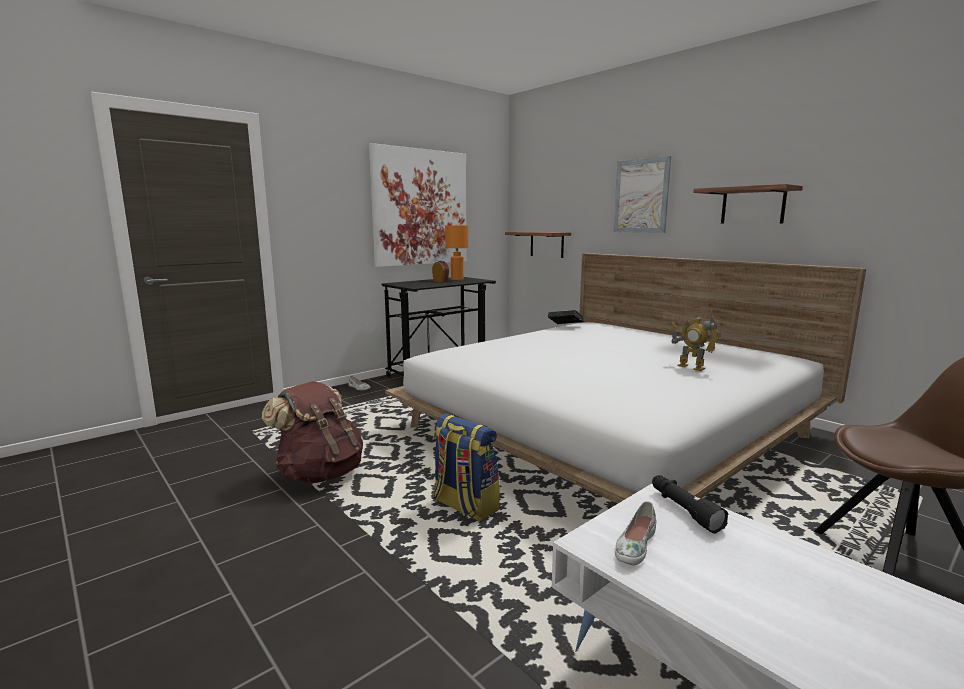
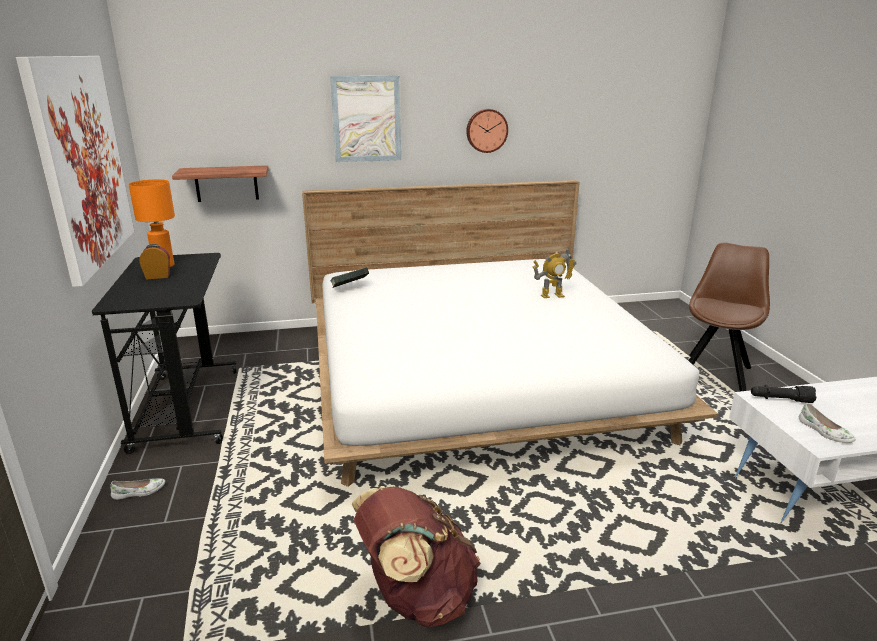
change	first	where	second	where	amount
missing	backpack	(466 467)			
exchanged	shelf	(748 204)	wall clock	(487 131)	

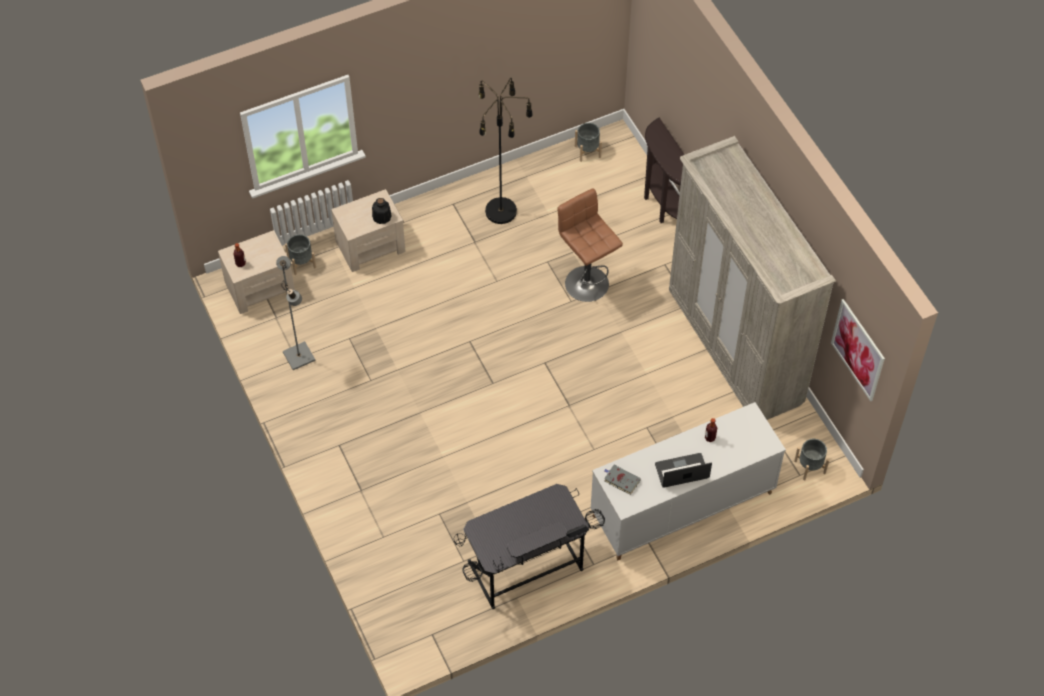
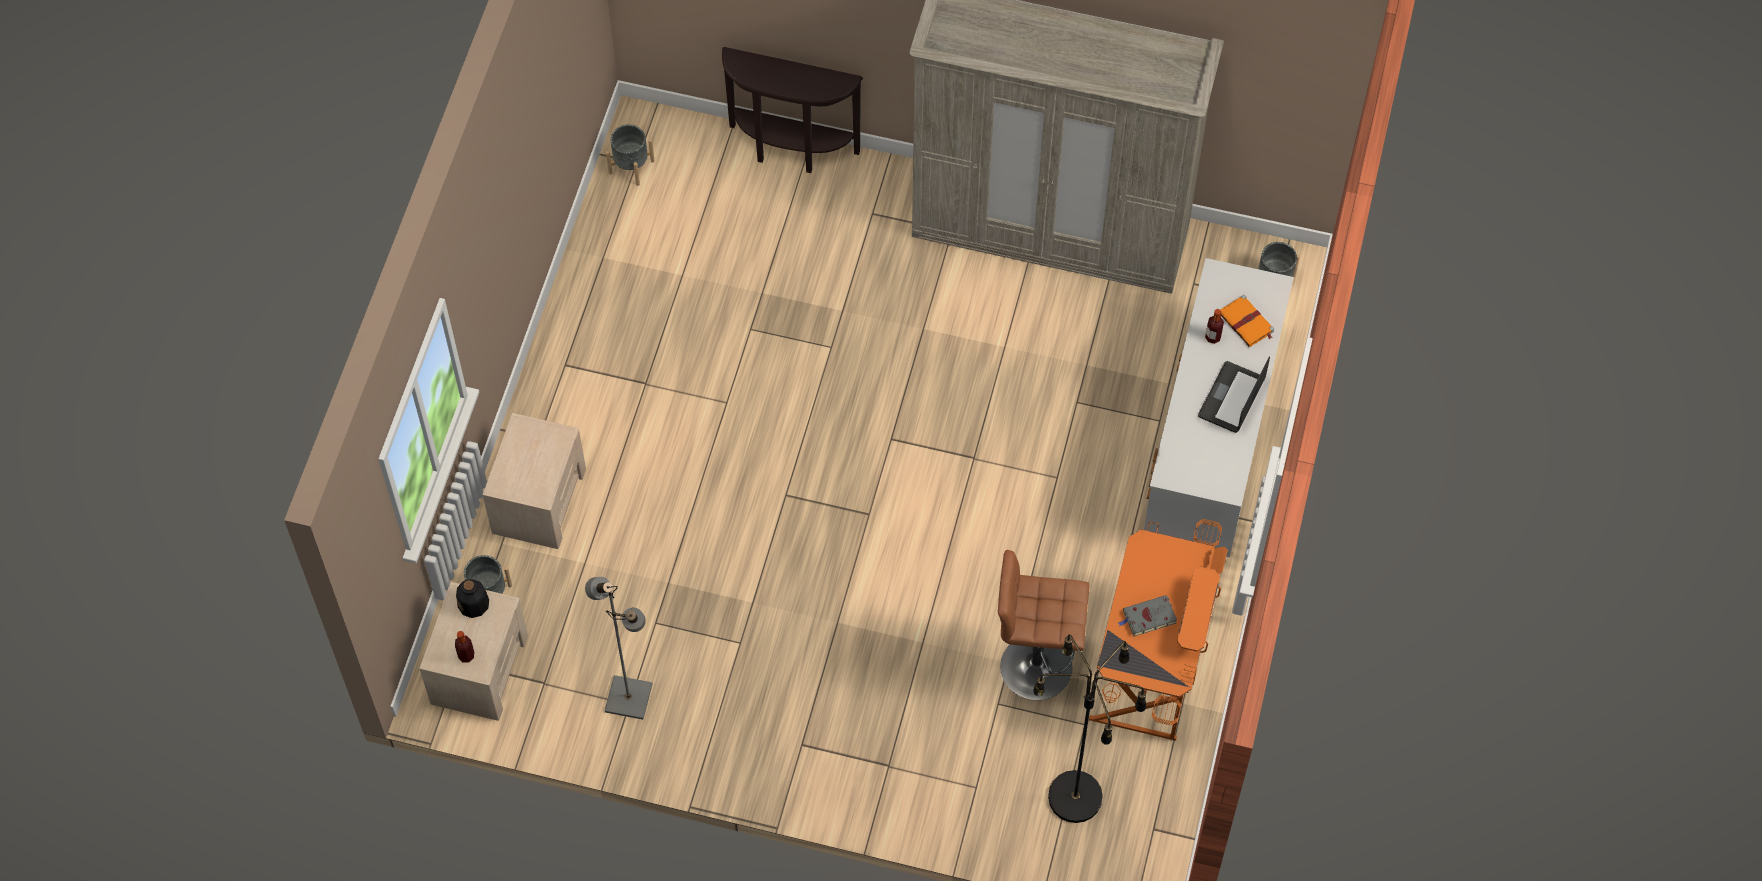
change	first	where	second	where	amount
relocated	bottle	(382 211)		(472 598)	
colour	desk table (black)	(529 546)	desk table (orangey)	(1158 630)	
relocated	standard lamp	(505 151)		(1089 728)	
relocated	stool (brown-coloured)	(590 245)		(1044 625)	
relocated	book (gray)	(622 480)		(1147 615)	
missing	wall picture	(858 350)			
appeared			book (orangey)	(1247 321)	

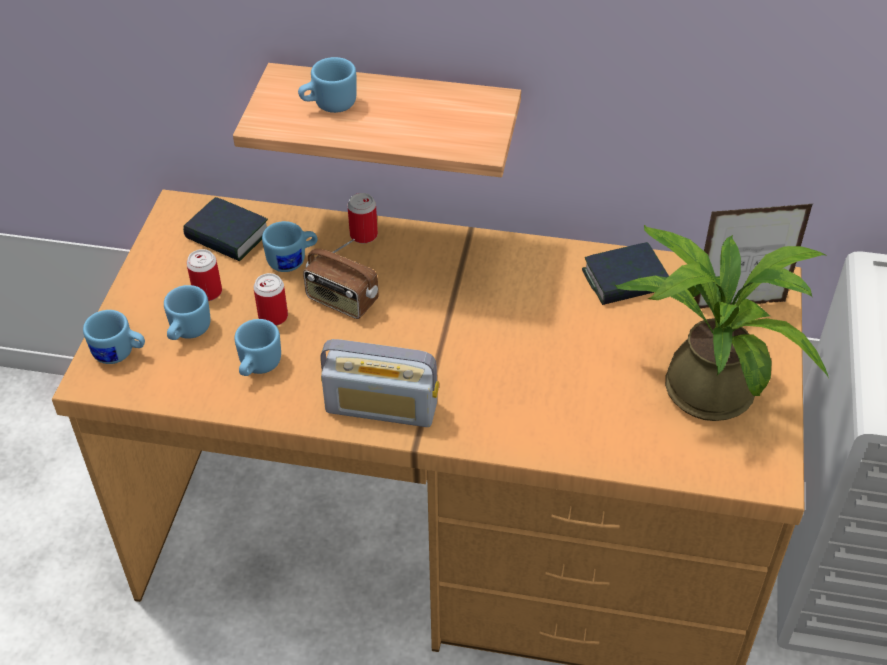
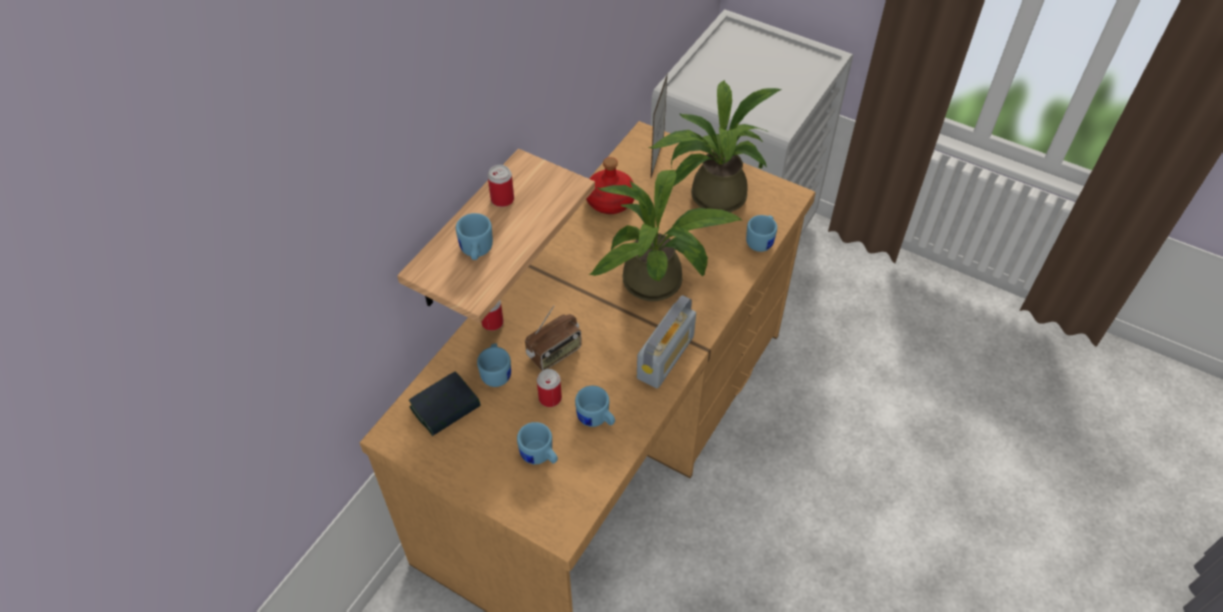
change	first	where	second	where	amount
relocated	coffee mug (blue)	(114 337)		(761 233)	
relocated	metal can	(204 275)		(501 186)	
exchanged	book	(625 273)	bottle (red-coloured)	(610 185)	
appeared			potted plant	(666 235)	

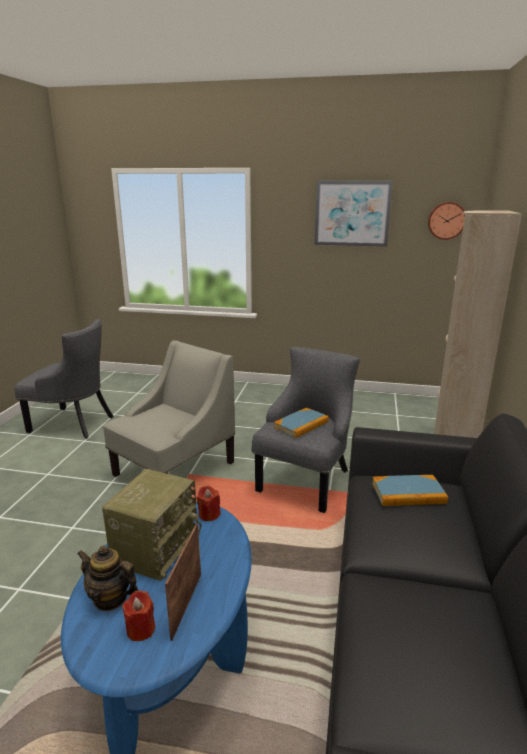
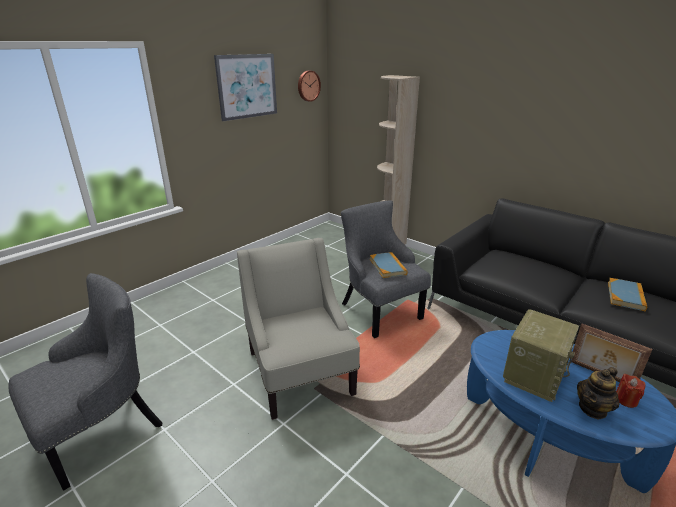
change	first	where	second	where	amount
spun	radio	(152 525)		(541 355)	75 degrees clockwise
missing	candle (red-coloured)	(209 503)			
relocated	book	(410 490)		(627 294)	

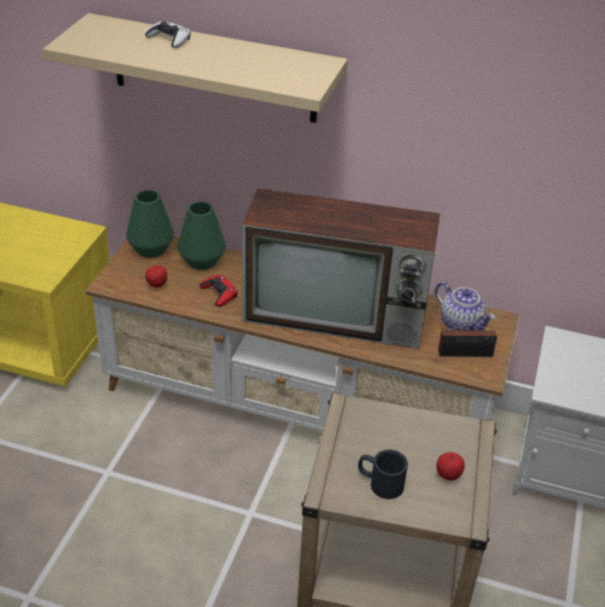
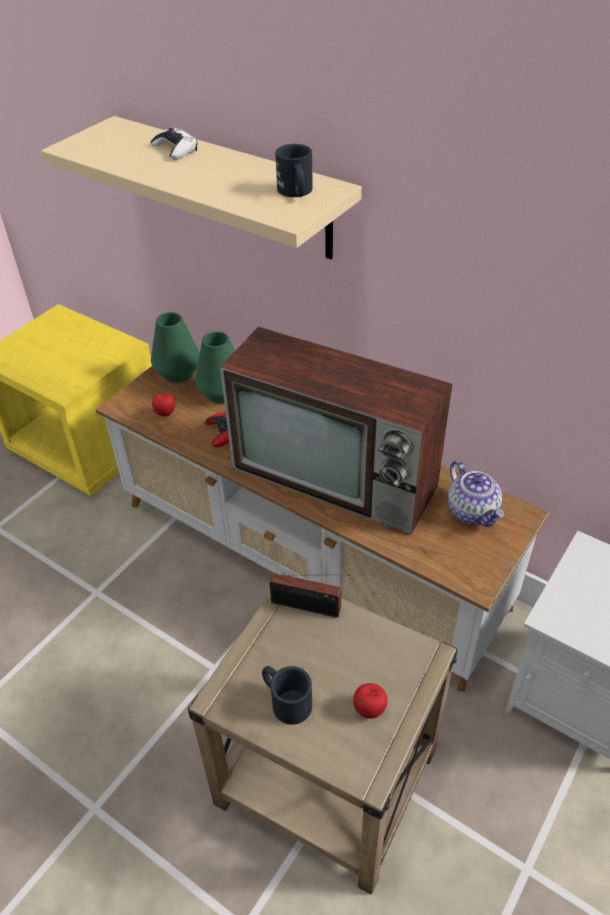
change	first	where	second	where	amount
relocated	radio	(472 336)		(309 595)	
appeared			coffee mug (black)	(294 170)	

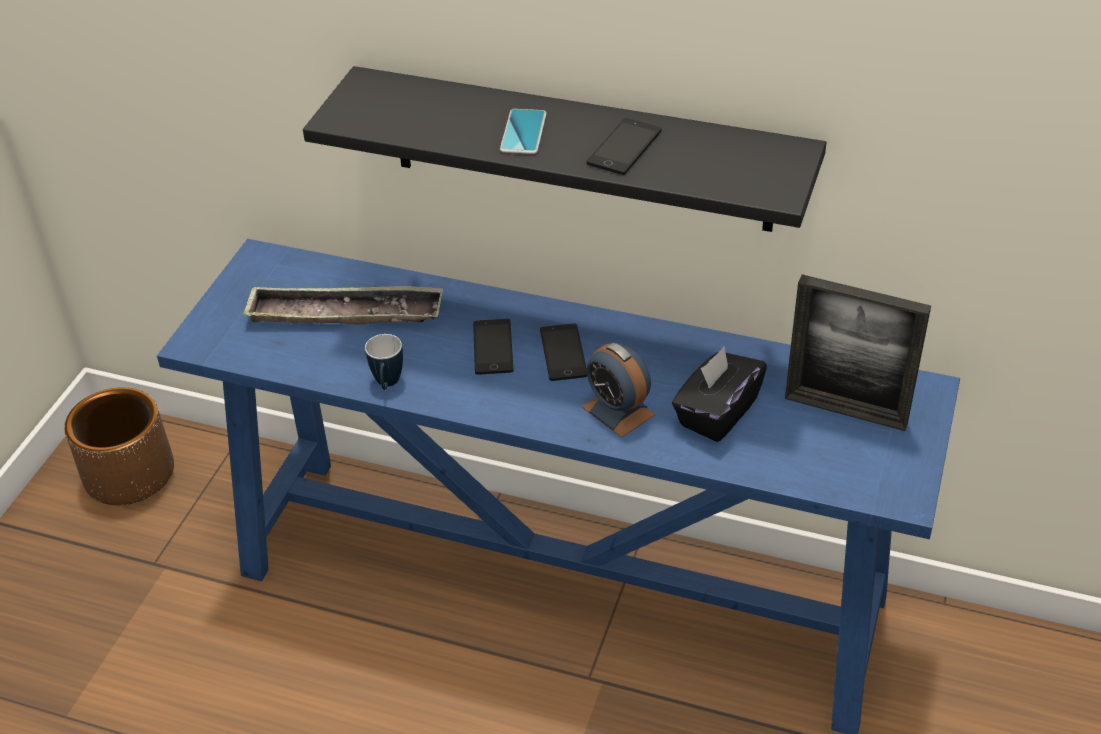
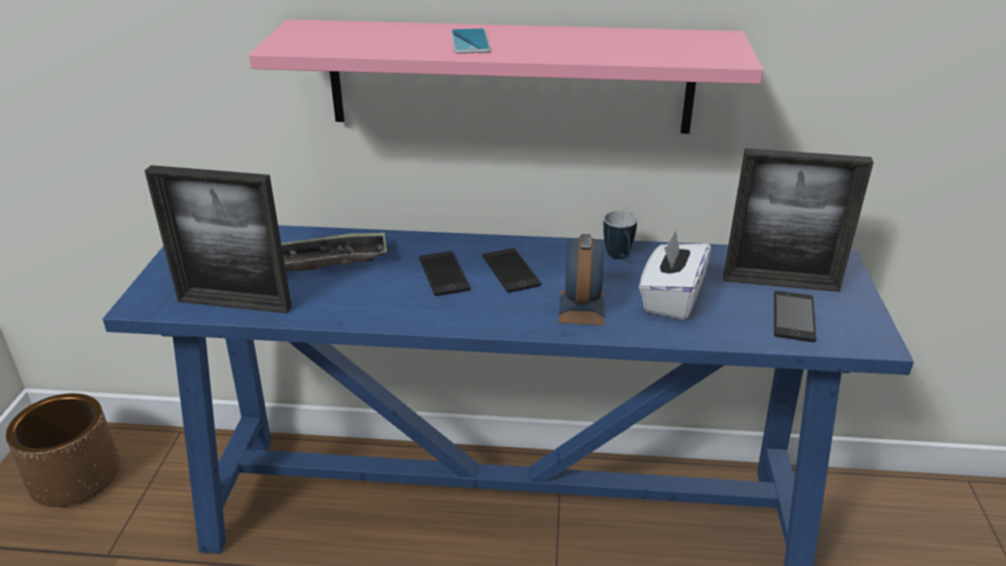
change	first	where	second	where	amount
colour	shelf (black)	(564 149)	shelf (pinkish)	(506 77)	
relocated	coffee mug	(384 362)		(620 235)	
spun	bedside clock	(619 390)		(581 279)	120 degrees counterclockwise
relocated	telephone	(624 146)		(795 316)	
colour	box of tissues (black)	(719 394)	box of tissues (white-coloured)	(675 275)	
appeared			photo frame	(218 239)	

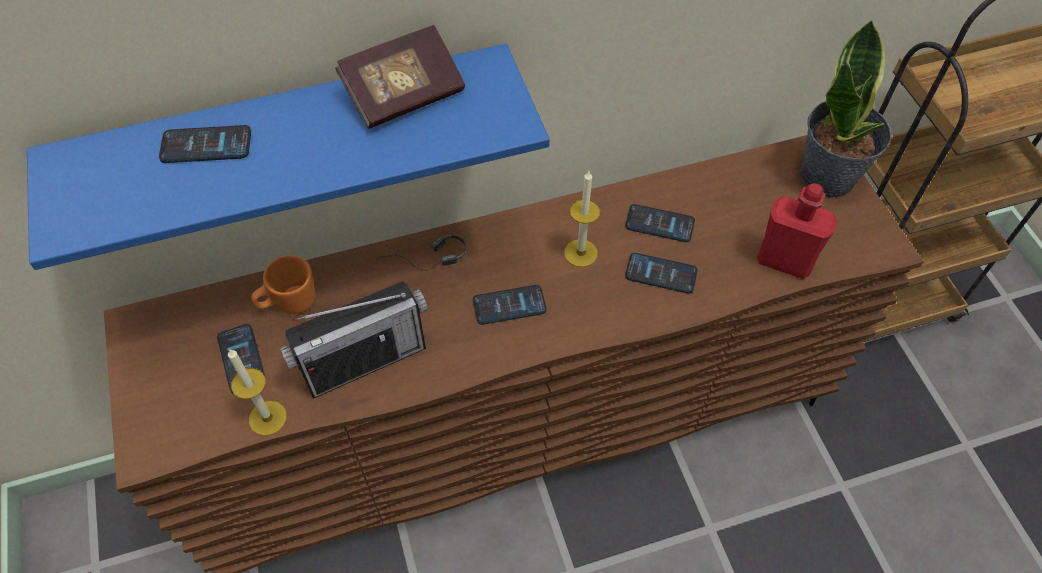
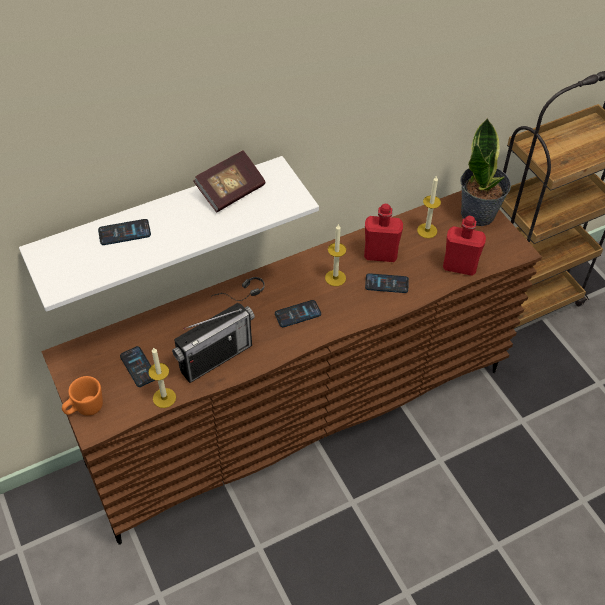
change	first	where	second	where	amount
colour	shelf (blue)	(288 157)	shelf (white-coloured)	(169 234)	
relocated	coffee mug (orangey)	(283 284)		(82 396)	
exchanged	telephone	(660 223)	bottle (red-coloured)	(383 233)	
appeared			candle	(429 206)	

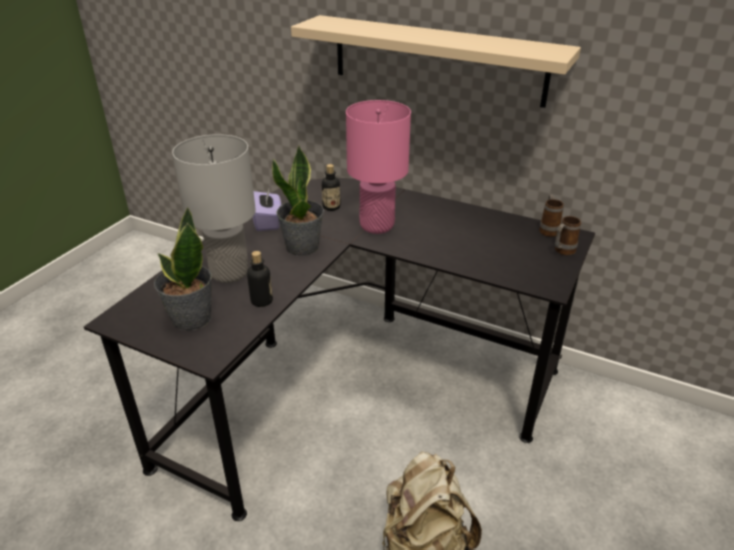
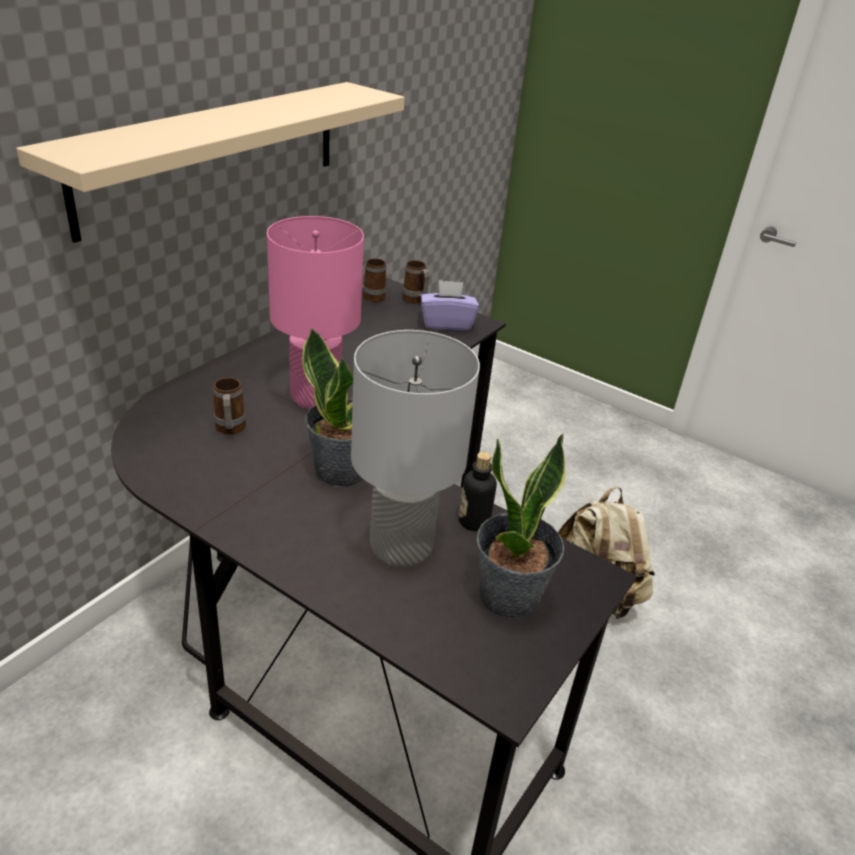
change	first	where	second	where	amount
relocated	box of tissues (purple)	(266 208)		(450 305)	
exchanged	bottle	(331 187)	coffee mug	(229 406)	

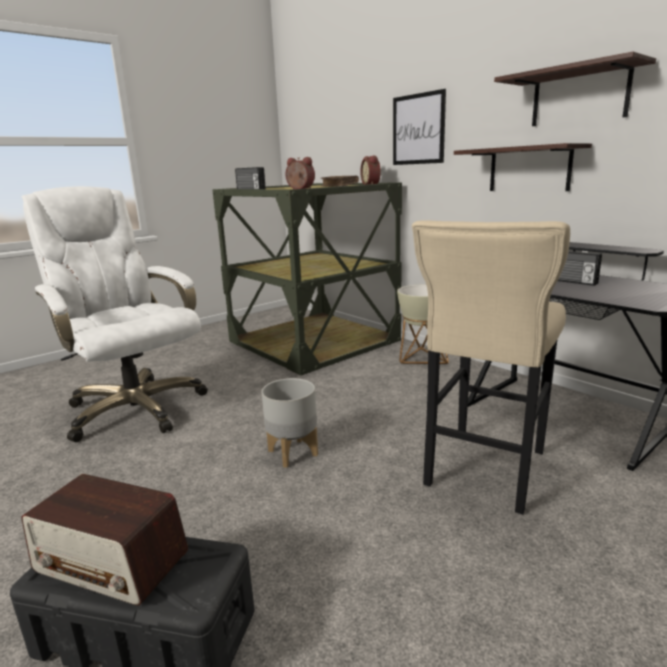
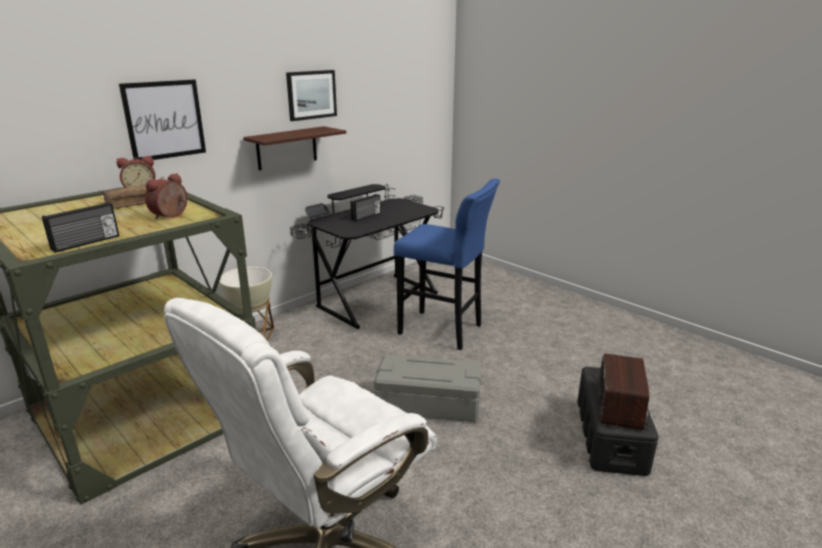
change	first	where	second	where	amount
exchanged	planter (gray)	(290 423)	storage bin (gray)	(427 388)	
colour	stool (sand-coloured)	(491 367)	stool (blue)	(447 264)	
exchanged	shelf	(575 89)	wall picture	(311 95)	

